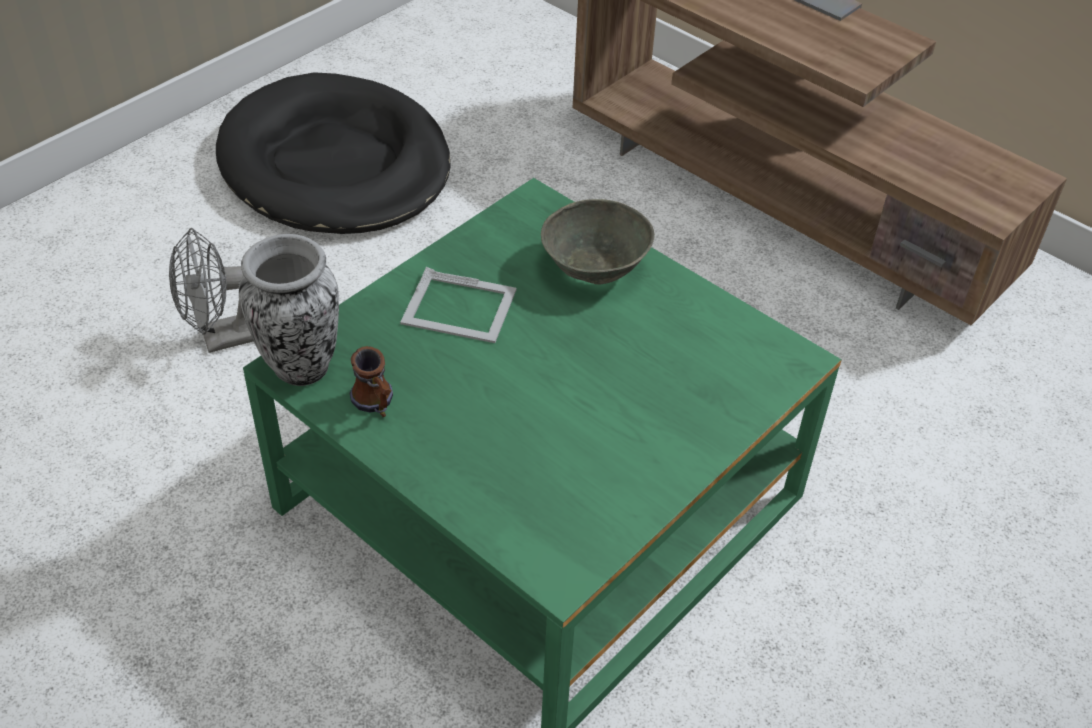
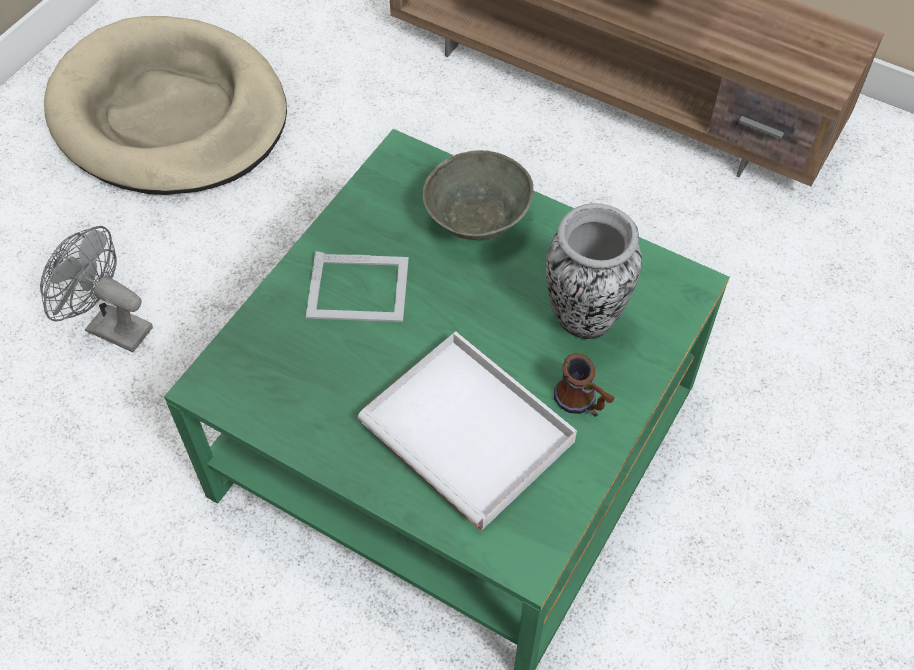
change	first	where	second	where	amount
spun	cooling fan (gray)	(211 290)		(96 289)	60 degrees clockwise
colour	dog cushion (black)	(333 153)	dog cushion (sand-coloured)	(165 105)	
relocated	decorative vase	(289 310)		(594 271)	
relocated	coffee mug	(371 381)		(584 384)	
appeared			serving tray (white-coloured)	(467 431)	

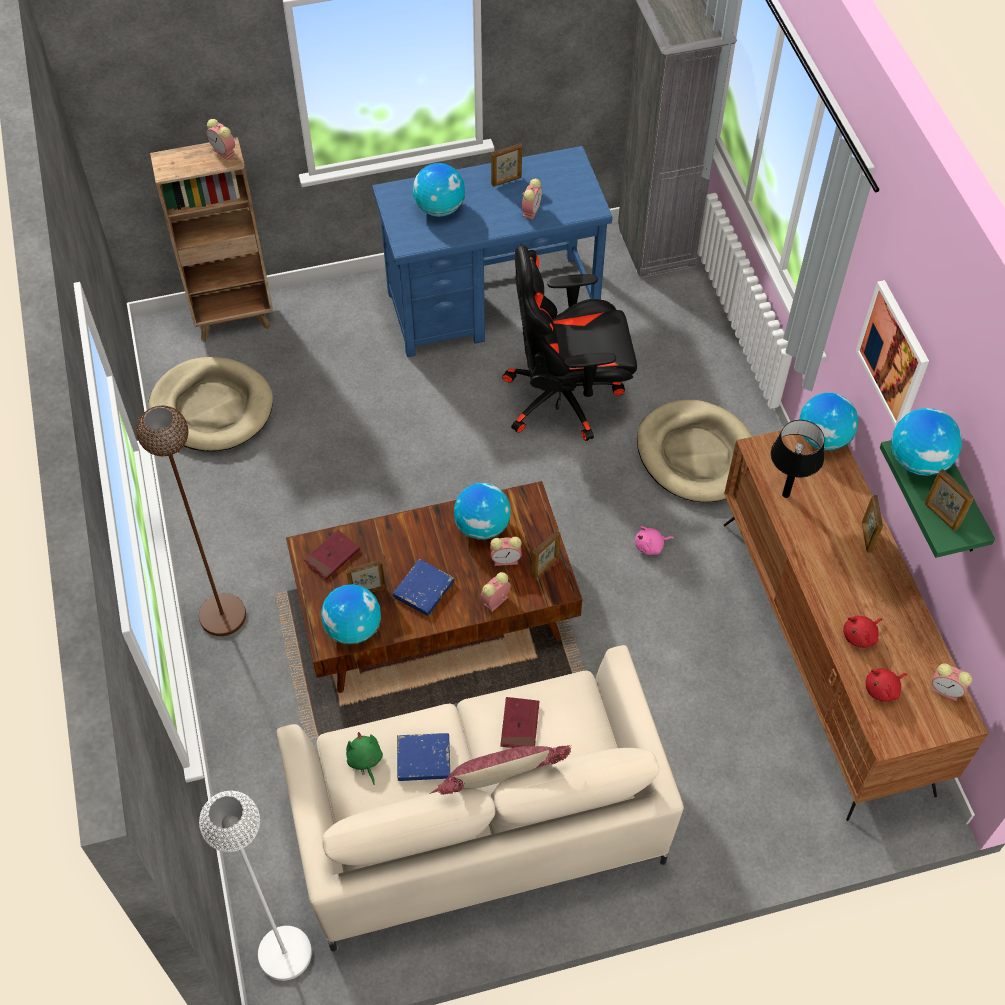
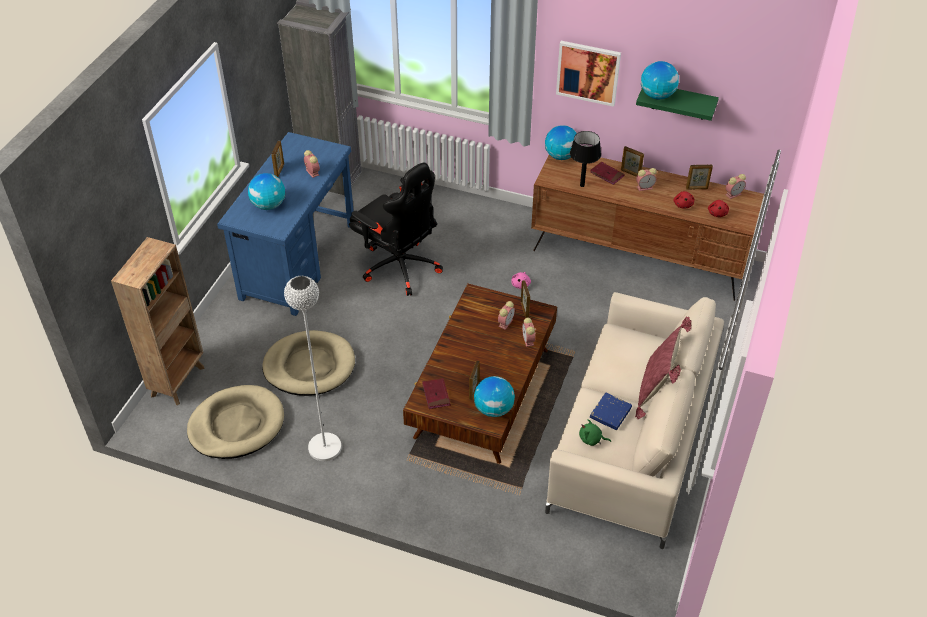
change	first	where	second	where	amount
missing	standard lamp (brown-coloured)	(191 521)			
relocated	standard lamp (white-coloured)	(255 886)		(313 368)	
relocated	bedside clock	(221 139)		(646 179)	
missing	book (blue)	(423 587)			
missing	globe	(482 511)			
relocated	book (red-coloured)	(519 722)		(607 173)	
spun	office chair (black)	(569 342)		(396 229)	75 degrees counterclockwise
relocated	dog cushion (sand-coloured)	(695 450)		(308 363)	
relocated	photo frame	(949 500)		(699 177)	

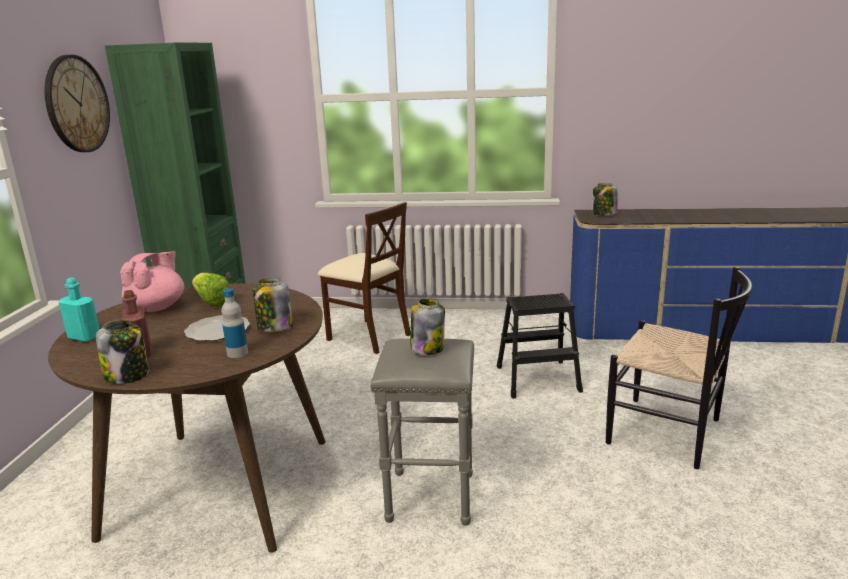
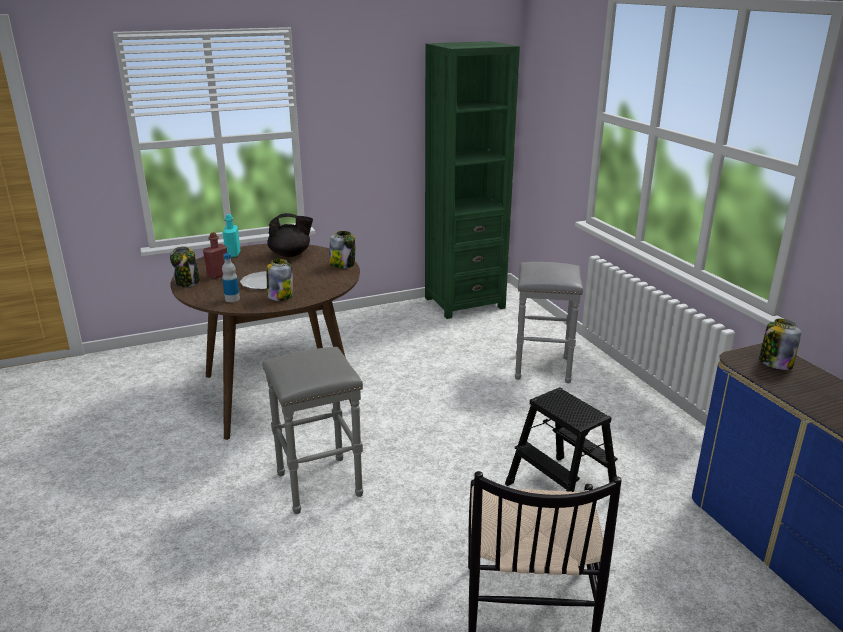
change	first	where	second	where	amount
missing	wall clock	(77 103)			
colour	tea pot (pinkish)	(152 281)	tea pot (black)	(290 235)	
missing	lettuce	(211 290)			
exchanged	plain chair (sand-coloured)	(364 278)	stool (gray)	(549 322)	
relocated	jar	(427 326)		(342 249)	

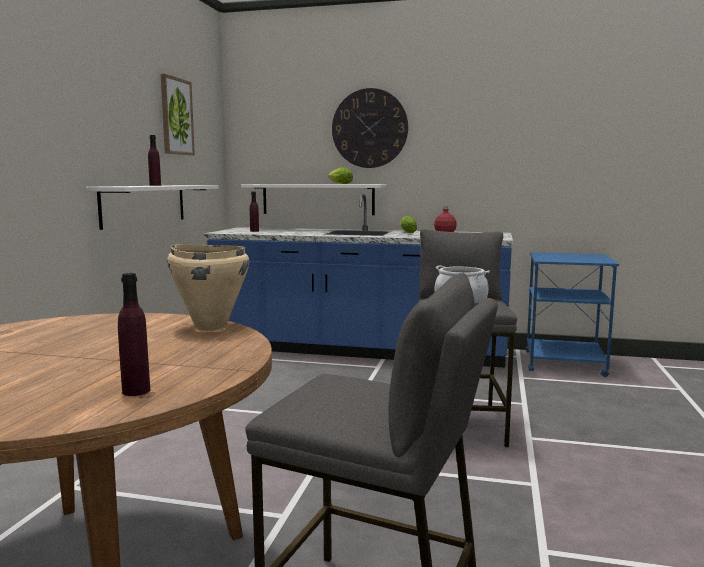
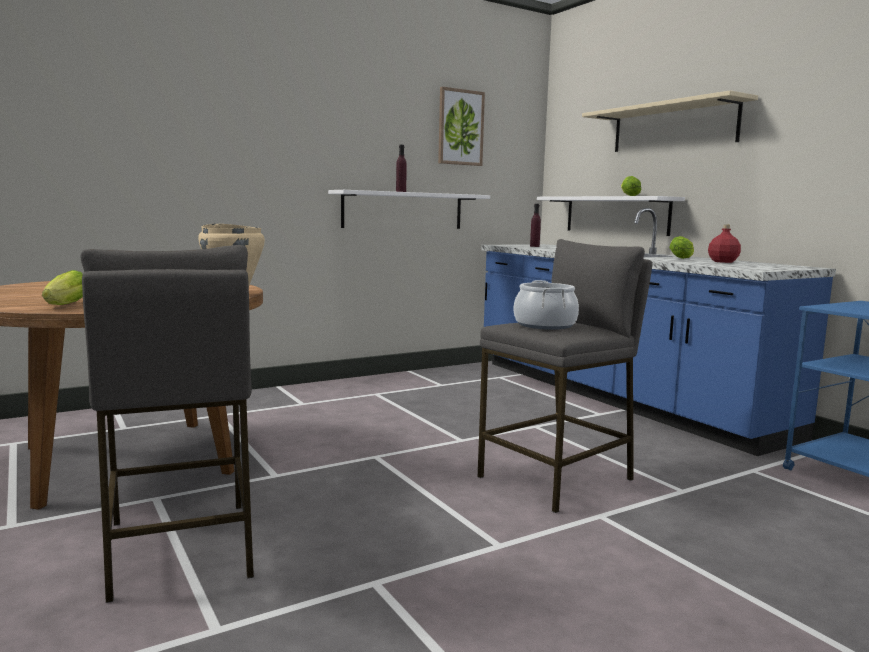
change	first	where	second	where	amount
exchanged	bottle (purple)	(134 334)	lettuce	(62 287)	
exchanged	wall clock	(370 128)	shelf (sand-coloured)	(670 121)	

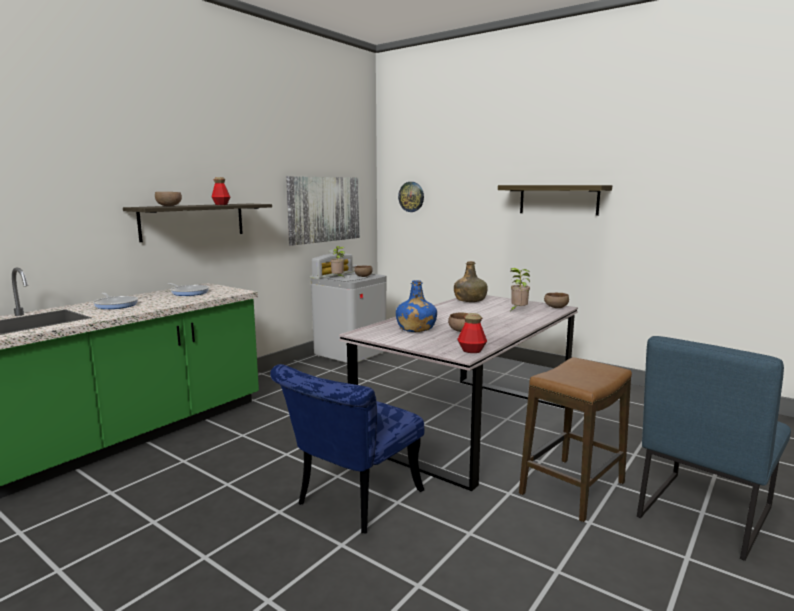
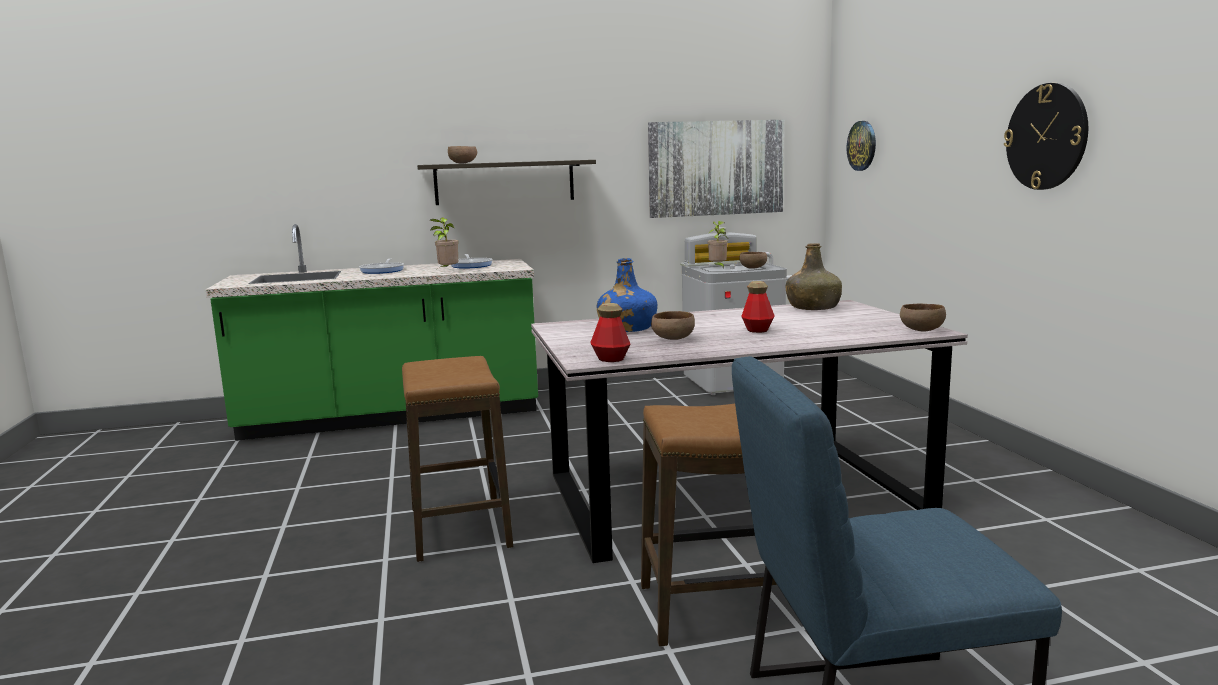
change	first	where	second	where	amount
relocated	bottle	(220 191)		(757 307)	
exchanged	plain chair (blue)	(347 449)	stool	(457 459)	
exchanged	shelf	(555 200)	wall clock	(1046 136)	
relocated	potted plant	(520 289)		(444 244)	

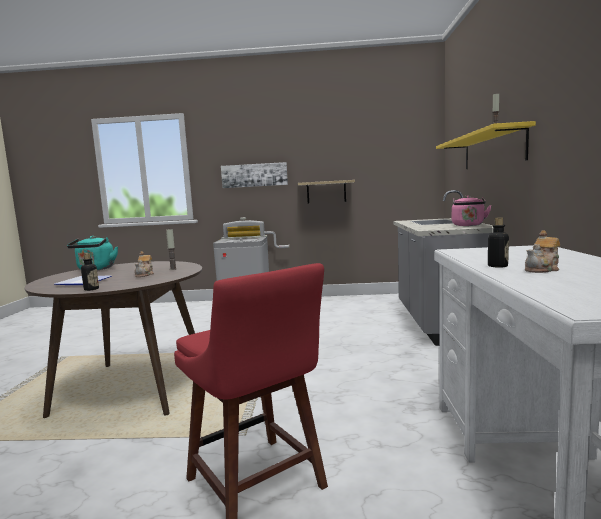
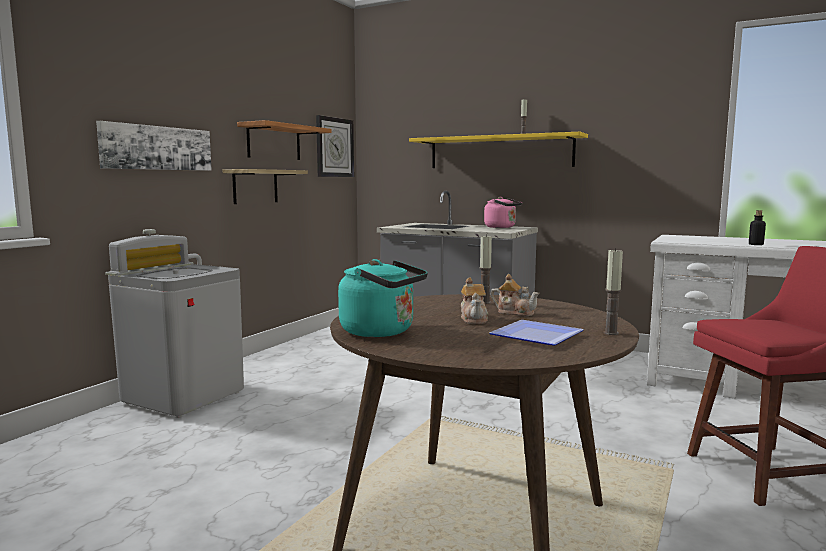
change	first	where	second	where	amount
exchanged	bottle	(90 272)	candle	(613 291)	
relocated	tea pot	(542 251)		(474 300)	
appeared			shelf	(284 140)	
appeared			wall clock	(335 146)	

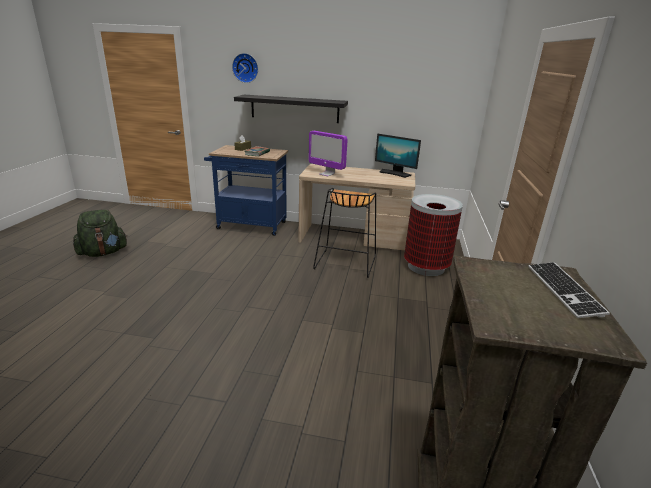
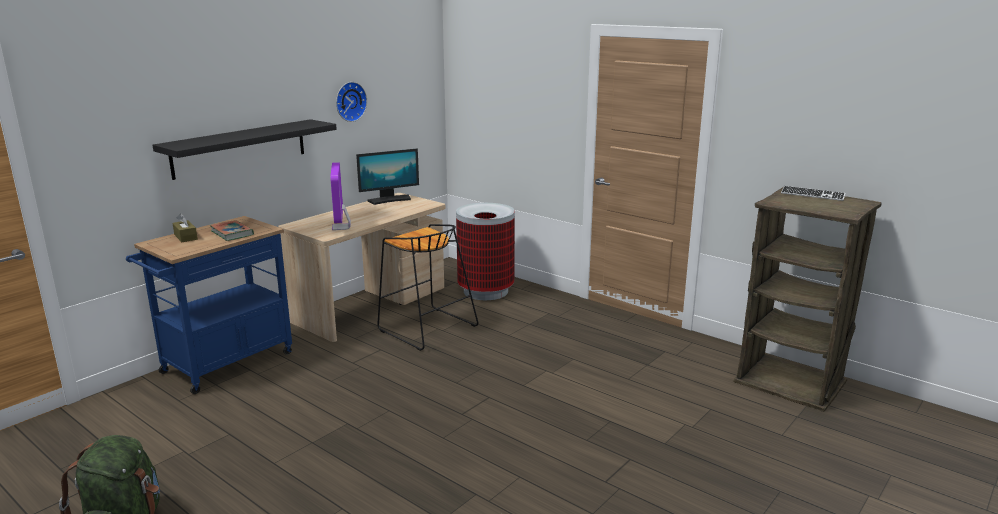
change	first	where	second	where	amount
relocated	wall clock	(245 68)		(351 102)	
spun	computer screen	(328 153)		(340 196)	105 degrees clockwise

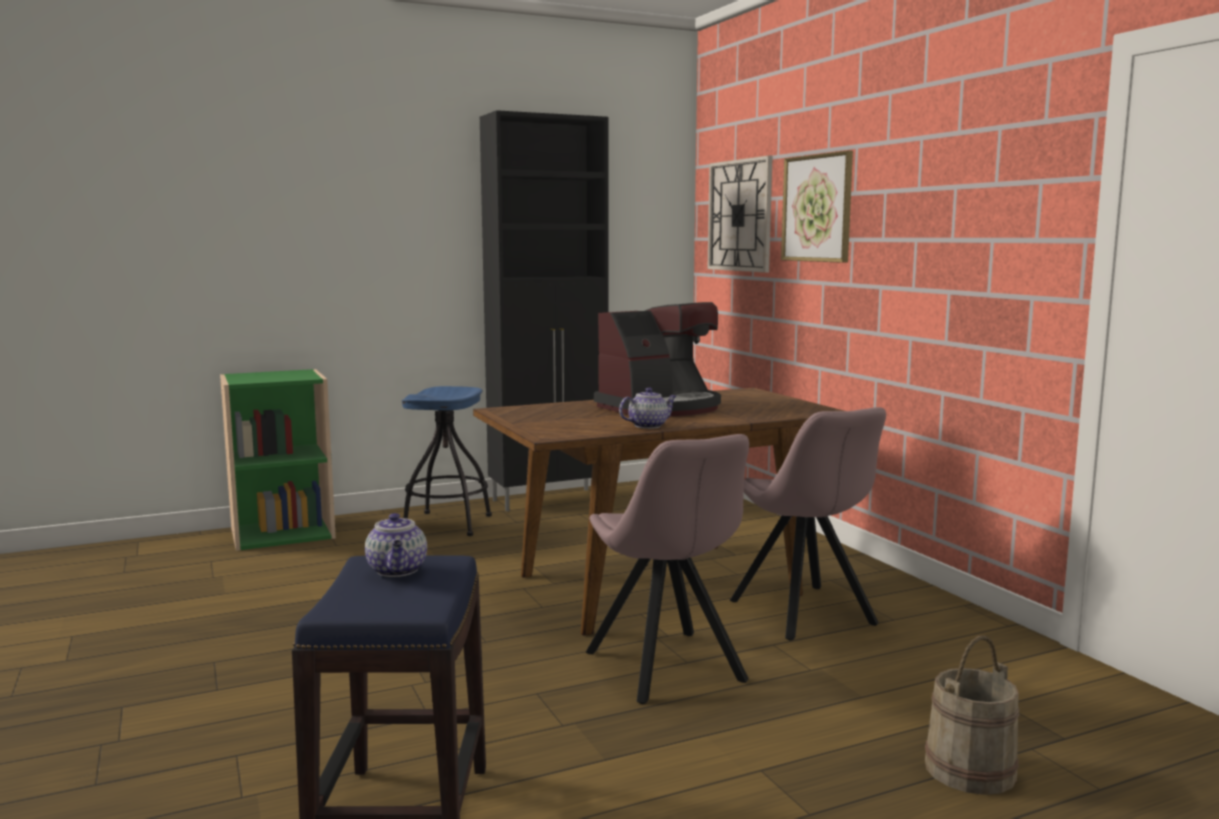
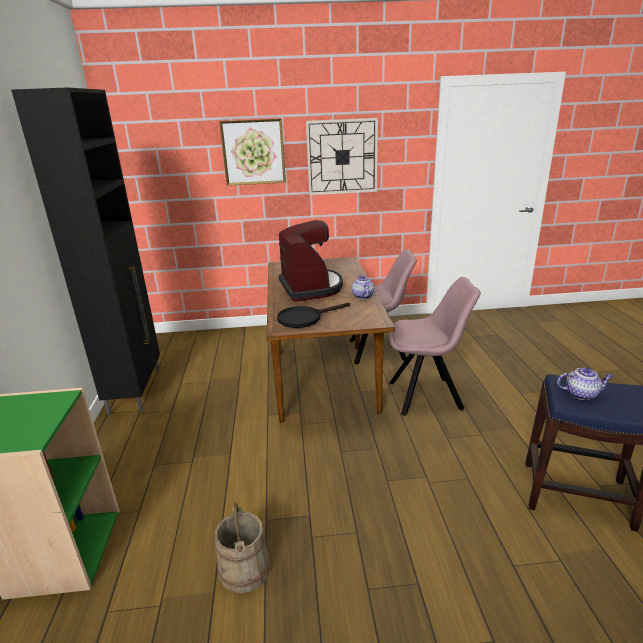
change	first	where	second	where	amount
missing	stool (blue)	(447 461)			
relocated	wall clock	(740 214)		(342 156)	
relocated	bucket (sand-coloured)	(972 715)		(243 548)	
appeared			pan (black)	(313 315)	

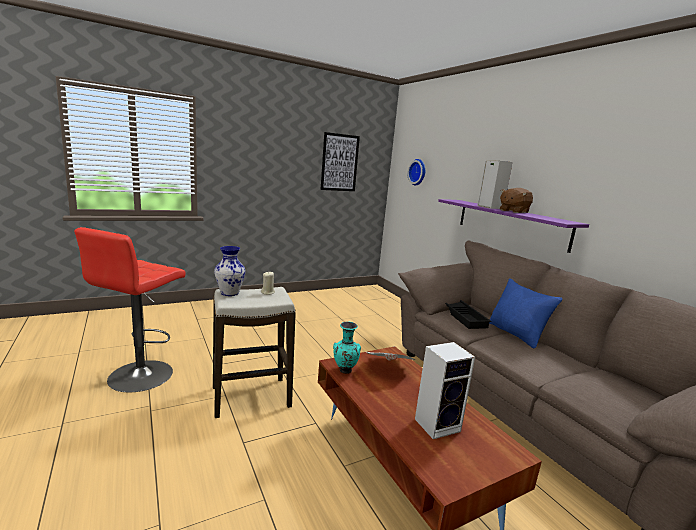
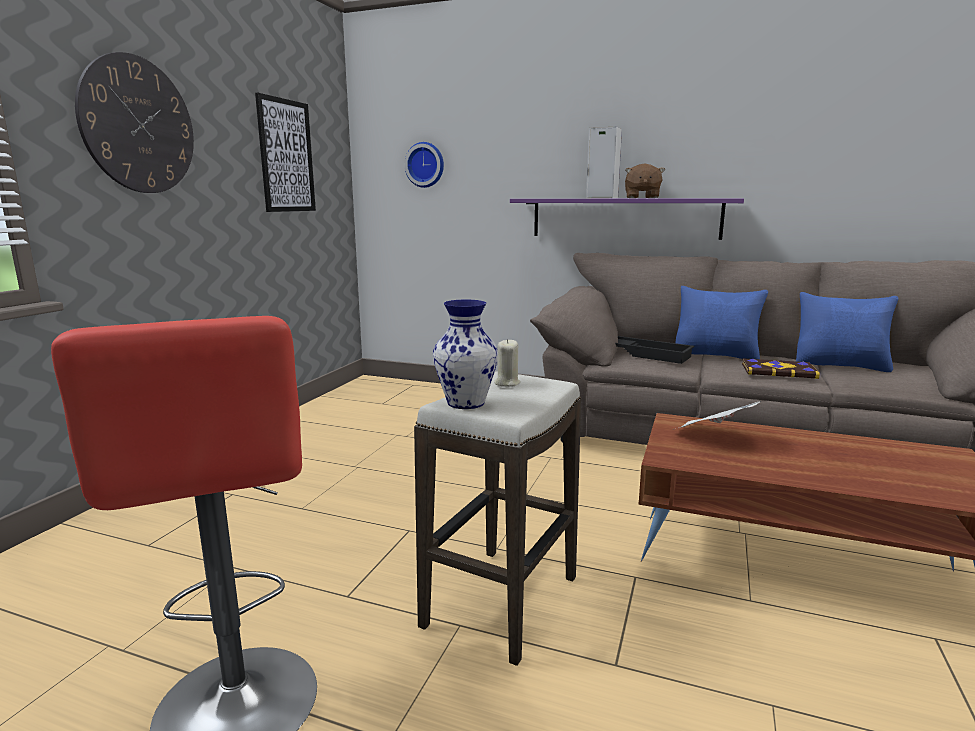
change	first	where	second	where	amount
missing	decorative vase (blue-green)	(347 348)			
missing	audio speaker	(445 390)			
appeared			wall clock	(134 122)	
appeared			book	(781 368)	
appeared			cushion (blue)	(847 332)	

